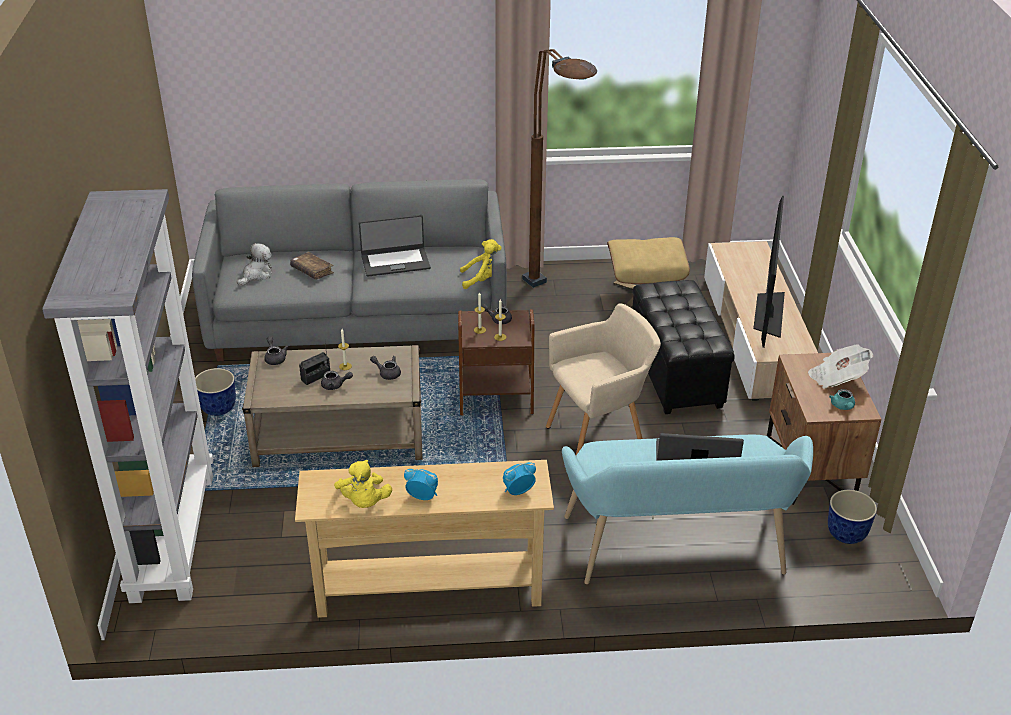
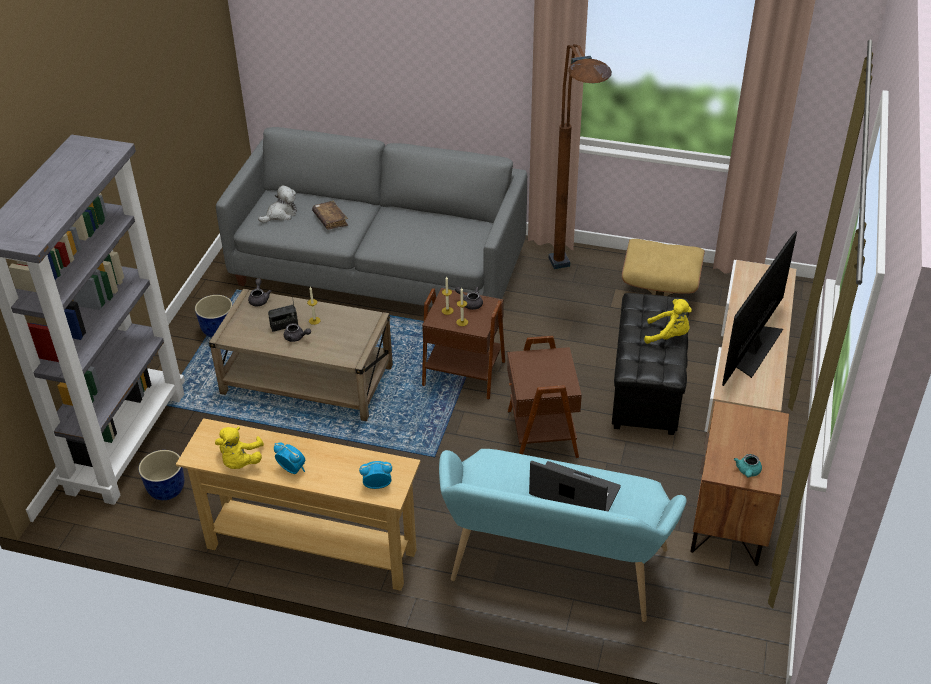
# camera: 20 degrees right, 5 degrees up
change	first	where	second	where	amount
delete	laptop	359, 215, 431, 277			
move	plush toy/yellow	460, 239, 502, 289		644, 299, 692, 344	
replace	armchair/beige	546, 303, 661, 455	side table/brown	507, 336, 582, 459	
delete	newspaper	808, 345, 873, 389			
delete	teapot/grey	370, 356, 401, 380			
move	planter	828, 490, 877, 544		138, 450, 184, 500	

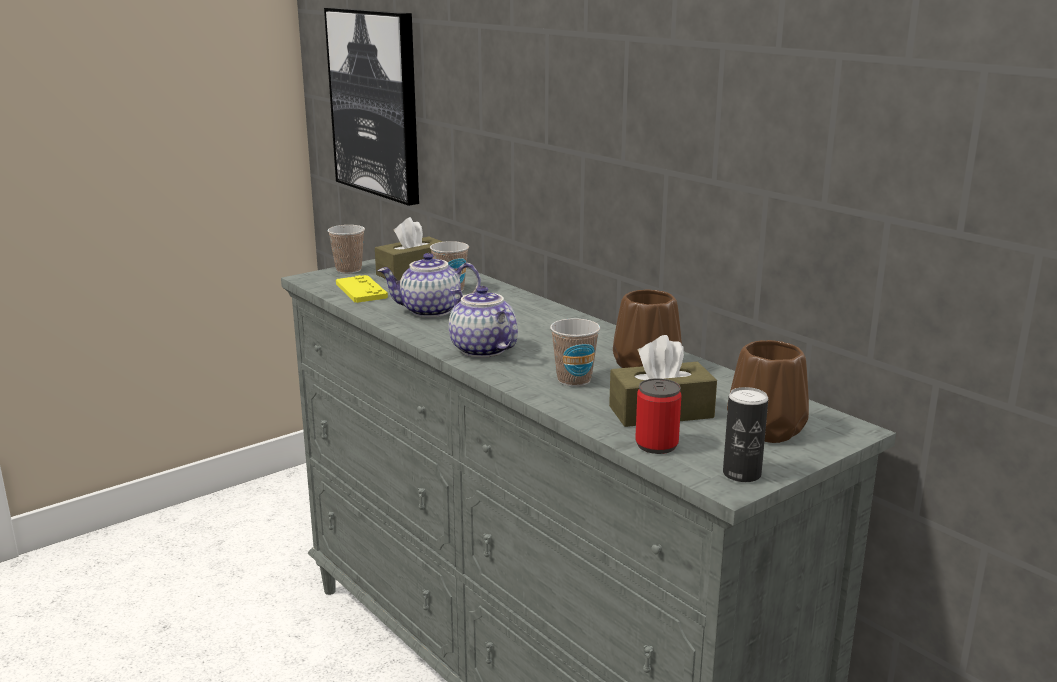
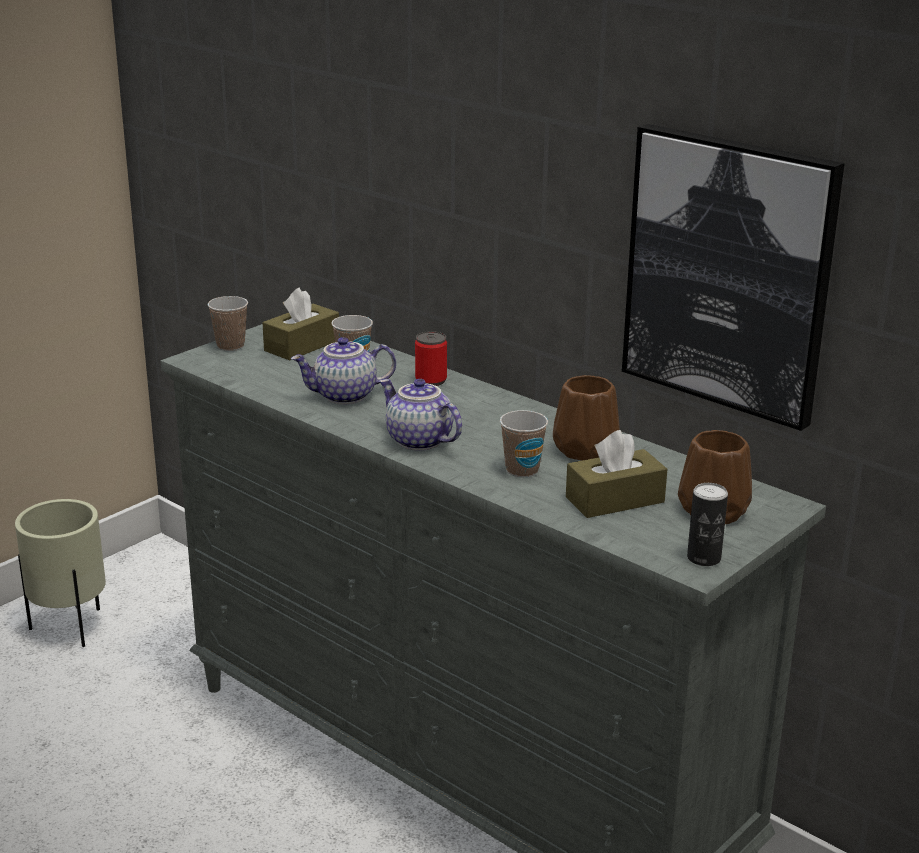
# camera: 10 degrees left, 5 degrees up
change	first	where	second	where	amount
move	picture	324, 7, 419, 206		622, 124, 845, 431	
delete	game controller/yellow	336, 275, 388, 303			
move	can	635, 378, 682, 454		415, 331, 447, 386	
insert			planter/beige	15, 499, 106, 647	

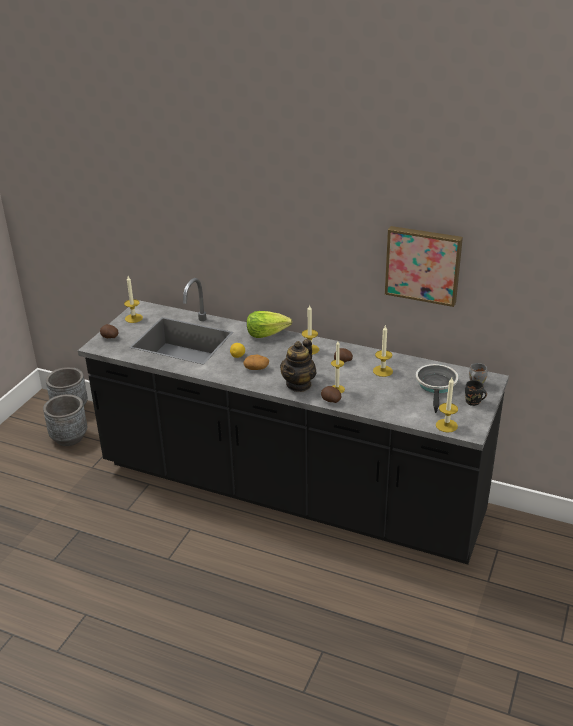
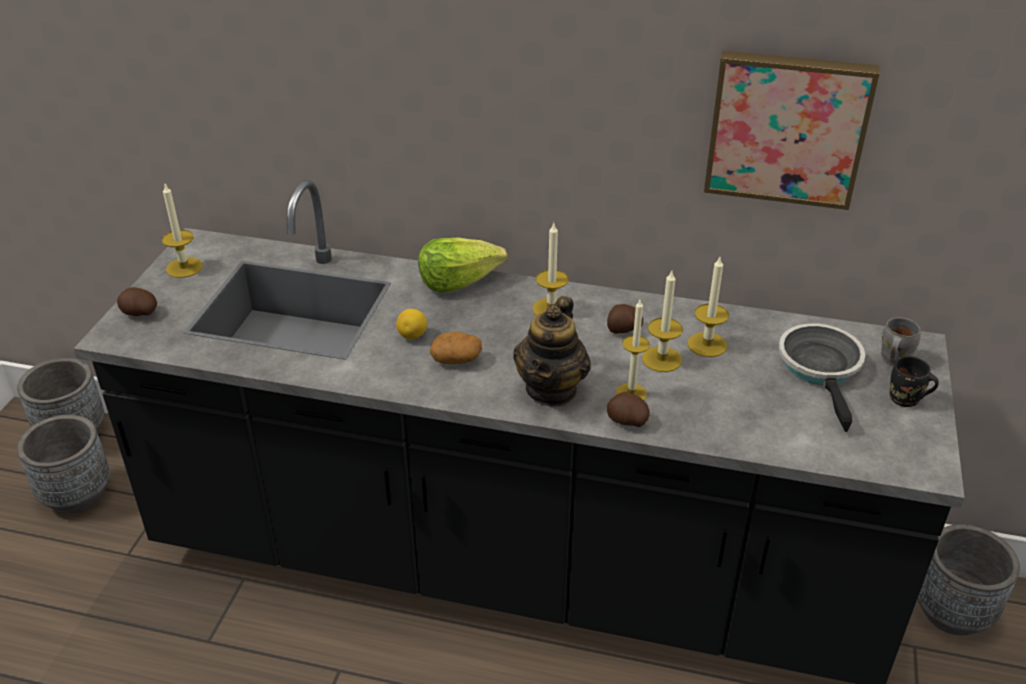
# camera: 10 degrees left, 5 degrees up
change	first	where	second	where	amount
move	candle	436, 377, 458, 433		642, 271, 683, 372	
insert			planter/grey	917, 524, 1020, 635	

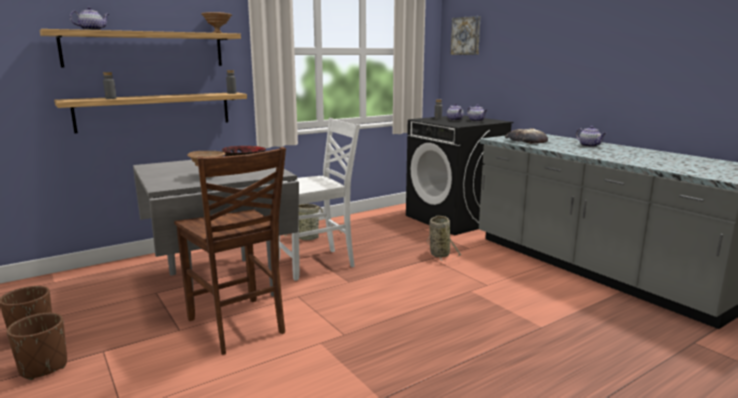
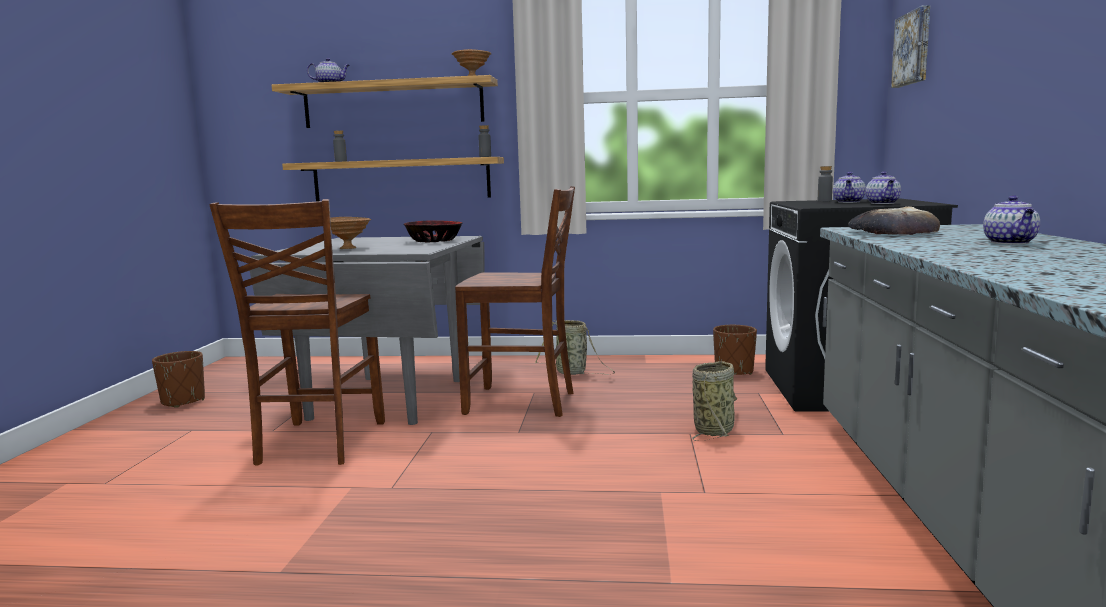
# camera: 40 degrees right, 5 degrees down
change	first	where	second	where	amount
recolor	chair/white	279, 118, 360, 281	chair/brown	455, 186, 575, 417	
move	planter/brown	7, 313, 67, 380		713, 325, 757, 375	

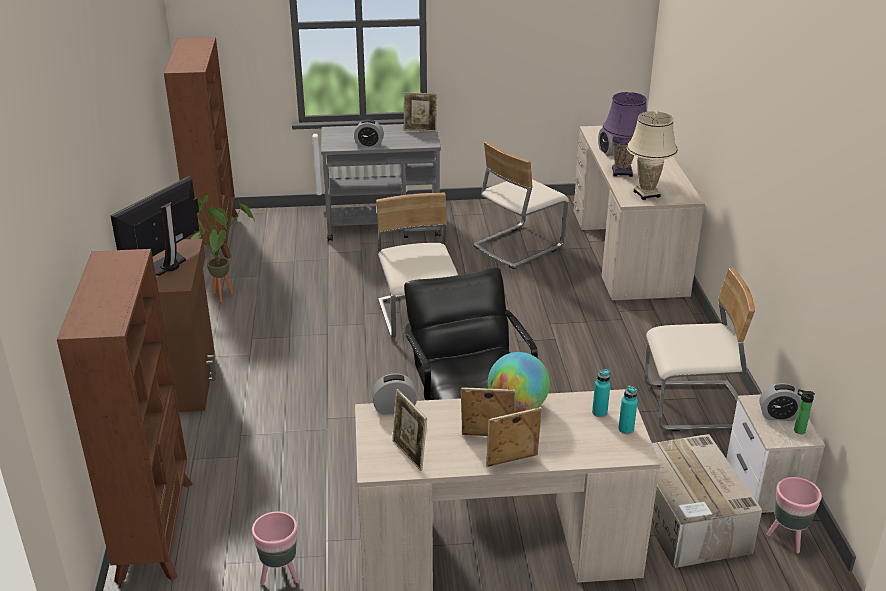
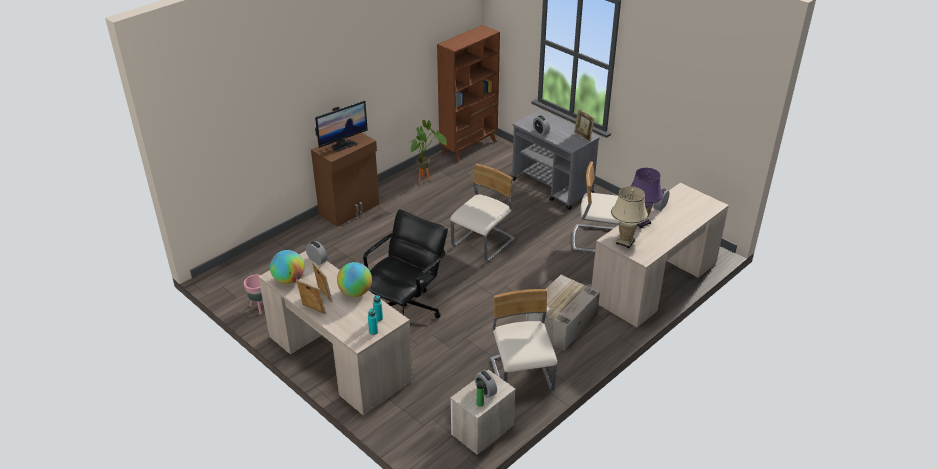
# camera: 50 degrees right, 5 degrees up
change	first	where	second	where	amount
rotate	monitor	110, 176, 199, 276		315, 101, 368, 152	150 degrees clockwise
delete	bookcase/brown	57, 249, 193, 584			
rotate	chair/beige	645, 268, 755, 431		490, 289, 557, 391	150 degrees counterclockwise
replace	picture frame	392, 389, 427, 471	globe	270, 250, 305, 284	
move	cardboard box	651, 434, 762, 568		526, 275, 600, 350	
delete	planter/pink	766, 477, 822, 553			

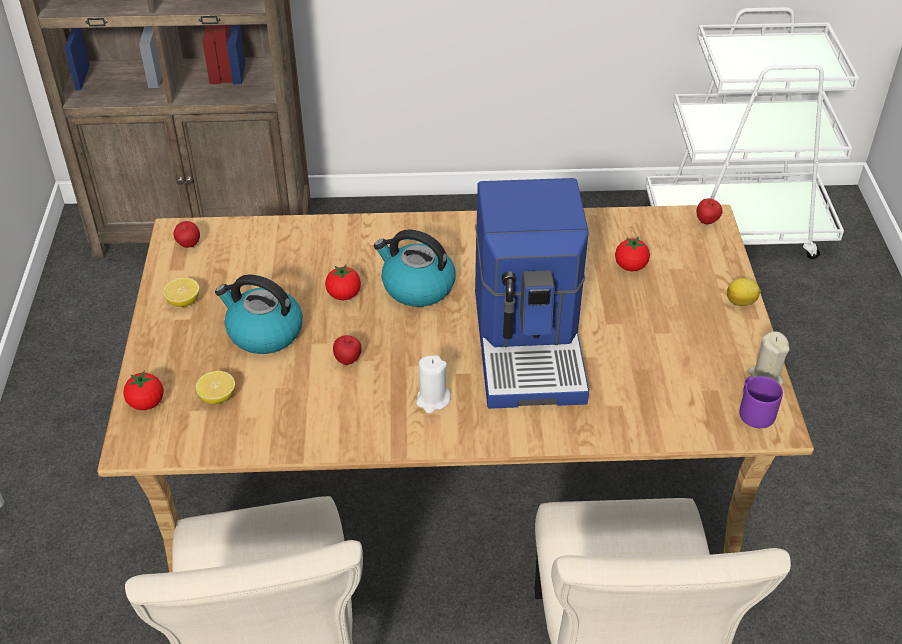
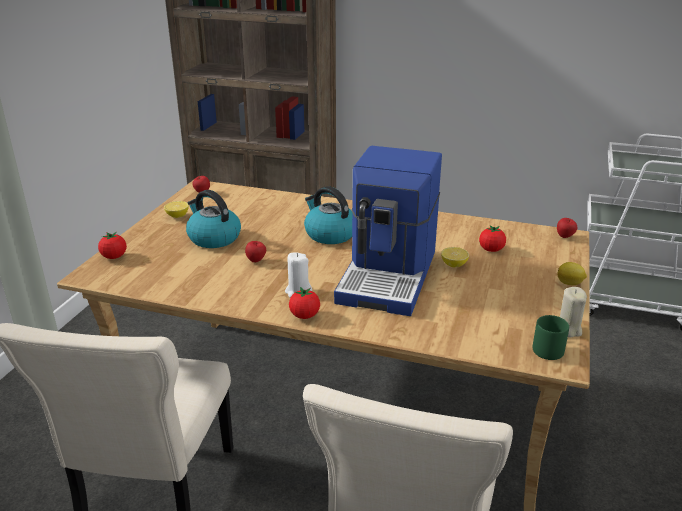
# camera: 20 degrees right, 15 degrees down
change	first	where	second	where	amount
move	tomato	325, 264, 361, 300		289, 287, 320, 319	
move	lemon	196, 371, 235, 404		441, 247, 469, 267	
recolor	mug/purple	739, 376, 783, 428	mug/green	532, 315, 569, 360	

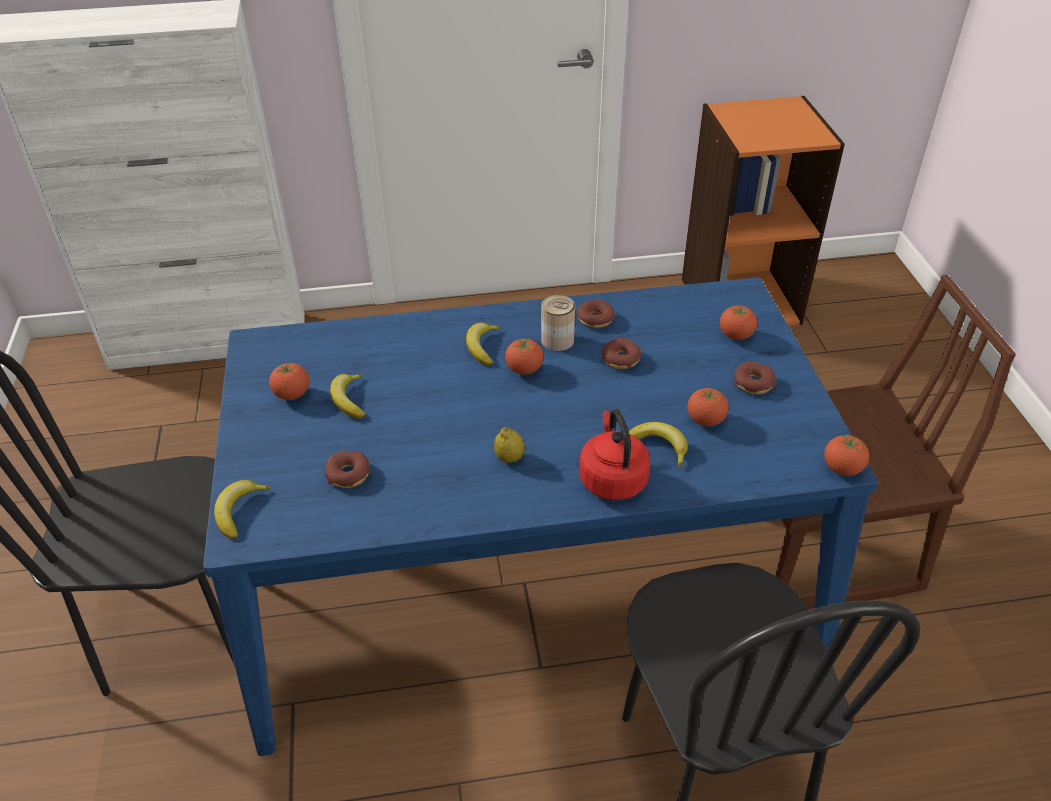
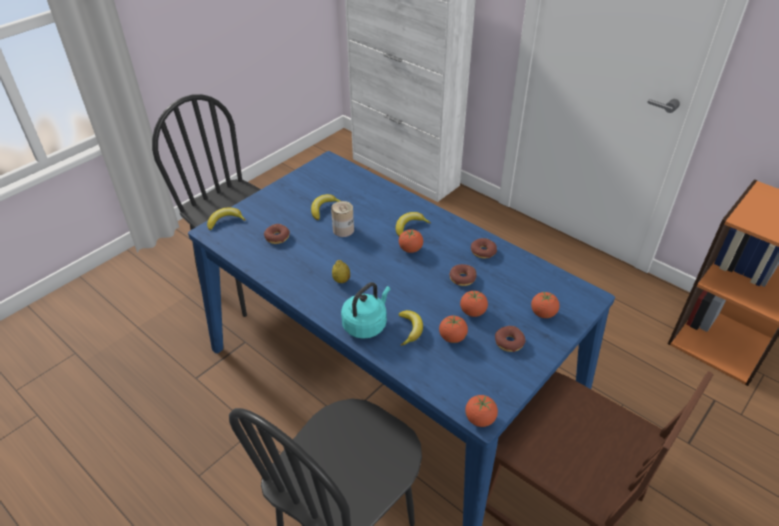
# camera: 50 degrees right, 0 degrees up
change	first	where	second	where	amount
move	can	541, 295, 575, 351		331, 201, 354, 237	
move	tomato	269, 362, 309, 400		460, 291, 488, 317	
recolor	kettle/red	579, 409, 651, 500	kettle/turquoise	341, 282, 391, 339	

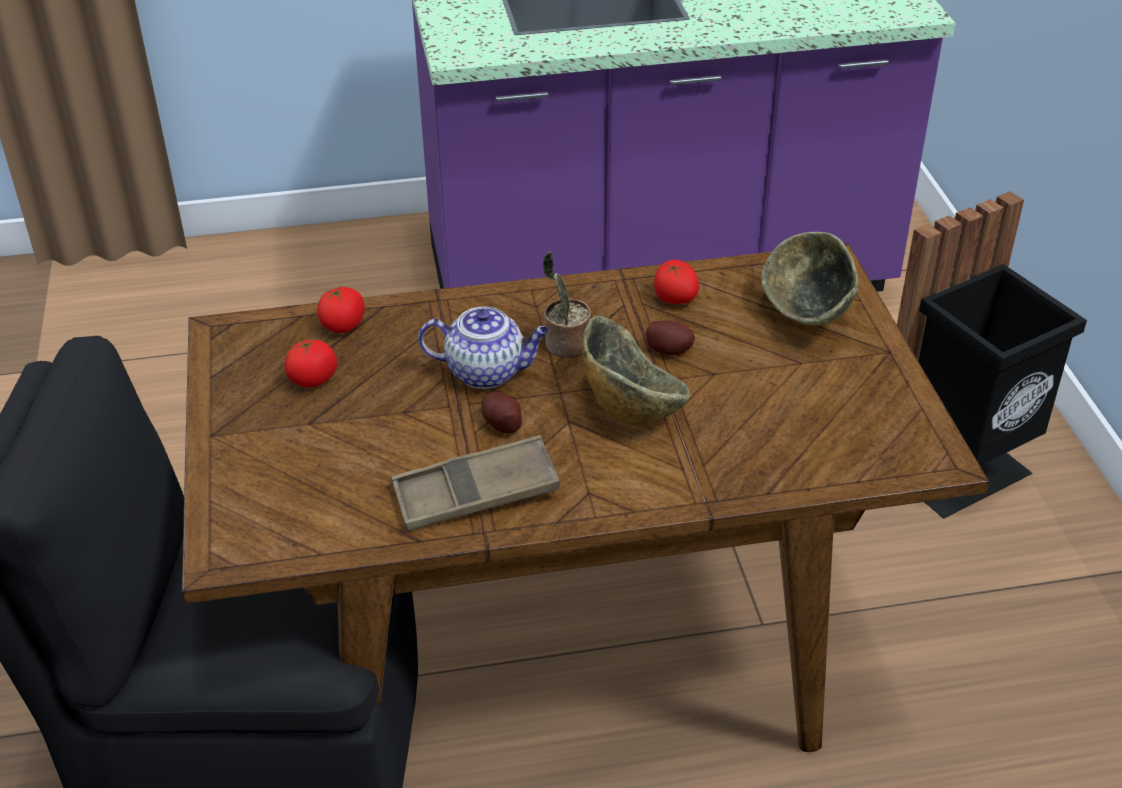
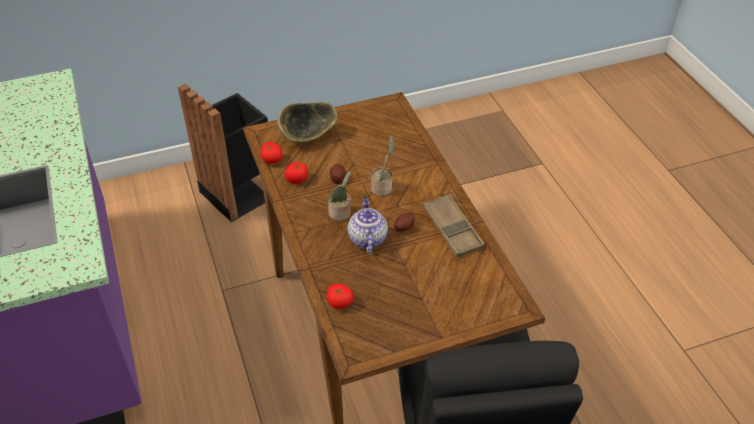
# camera: 100 degrees left, 5 degrees up
change	first	where	second	where	amount
replace	bowl	582, 316, 690, 425	potted plant	370, 135, 394, 196	
move	tomato	285, 338, 337, 387		261, 142, 283, 164	

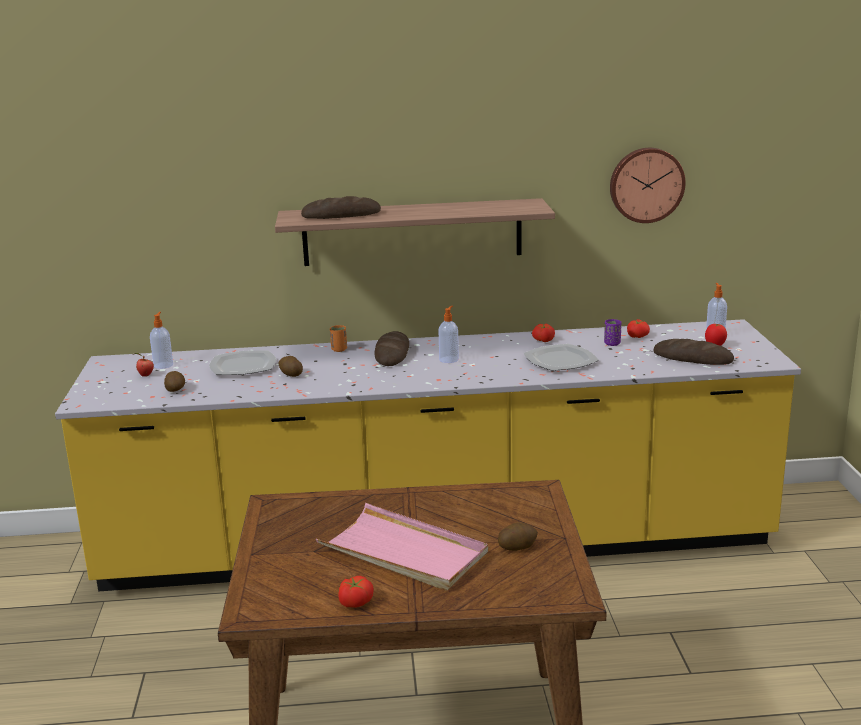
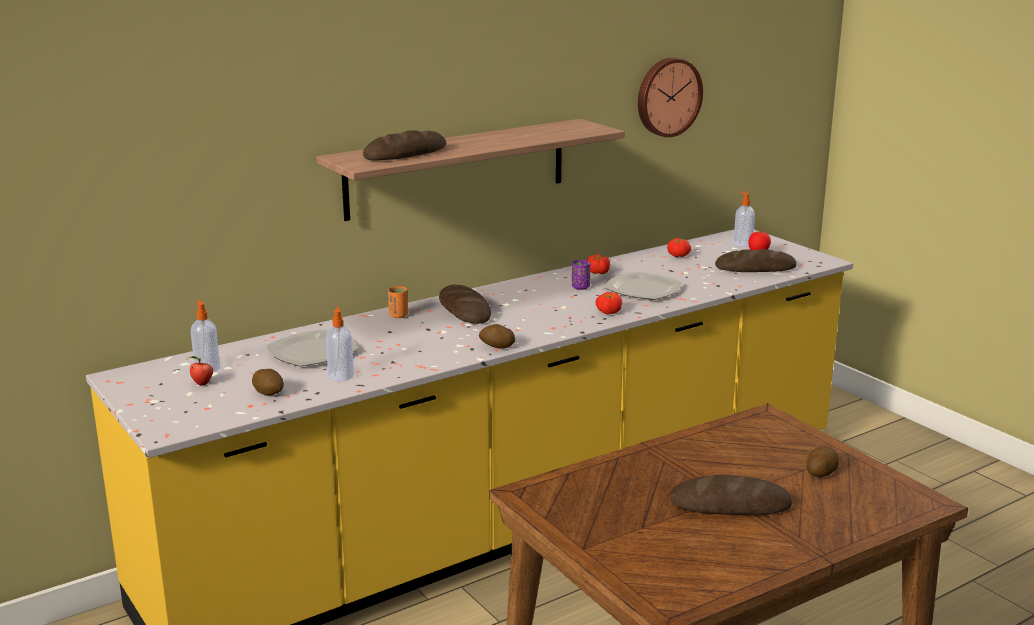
# camera: 30 degrees left, 0 degrees up
change	first	where	second	where	amount
move	soap dispenser	438, 306, 459, 363		326, 306, 354, 381	
move	cup/purple	604, 319, 621, 346		572, 260, 590, 290	
move	potato	279, 356, 303, 377		479, 324, 515, 349	
replace	tray/pink	316, 503, 488, 591	bread	670, 475, 792, 515	
move	tomato	338, 576, 374, 608		595, 292, 622, 314	

